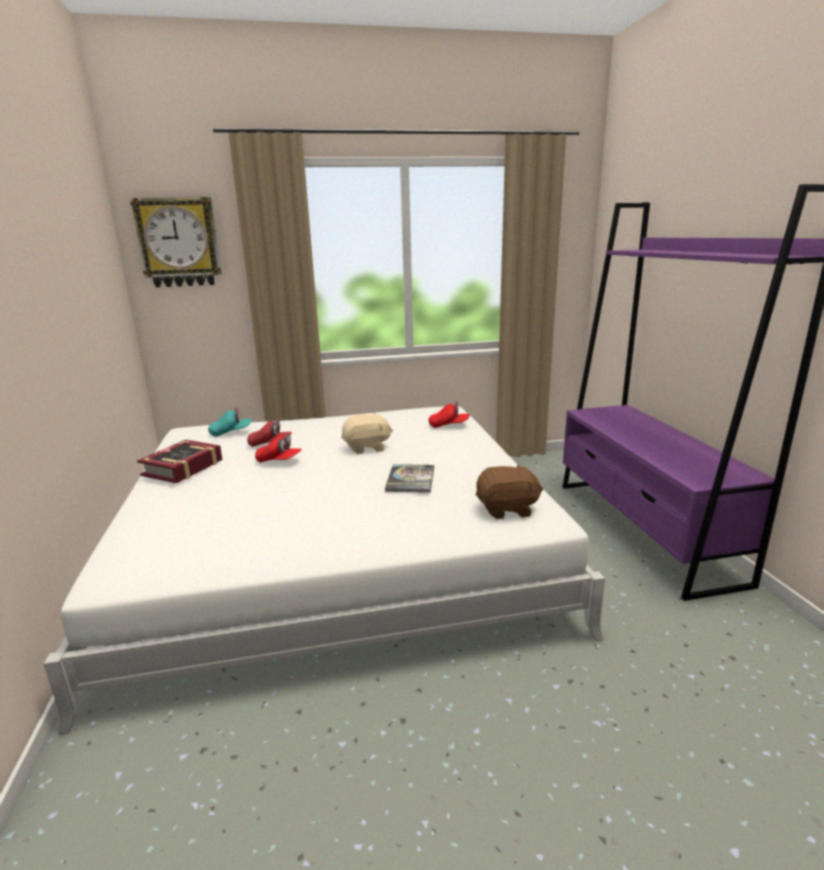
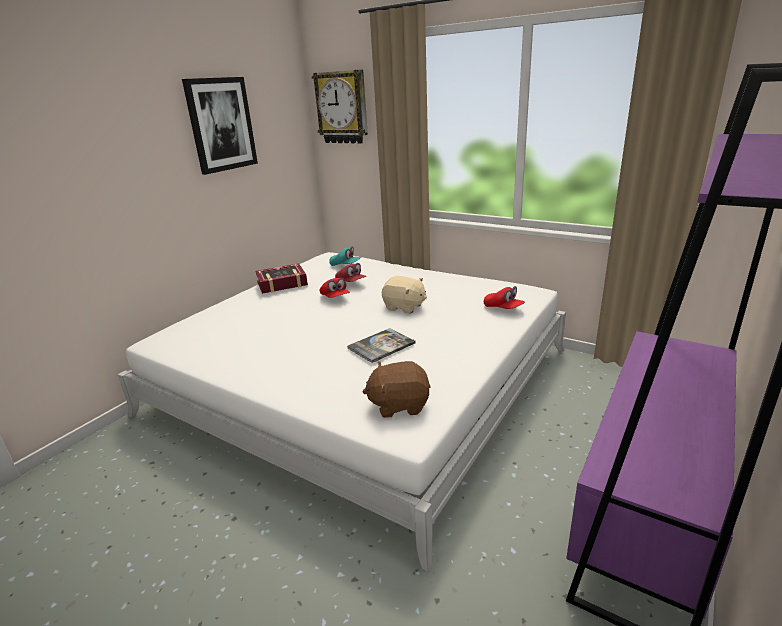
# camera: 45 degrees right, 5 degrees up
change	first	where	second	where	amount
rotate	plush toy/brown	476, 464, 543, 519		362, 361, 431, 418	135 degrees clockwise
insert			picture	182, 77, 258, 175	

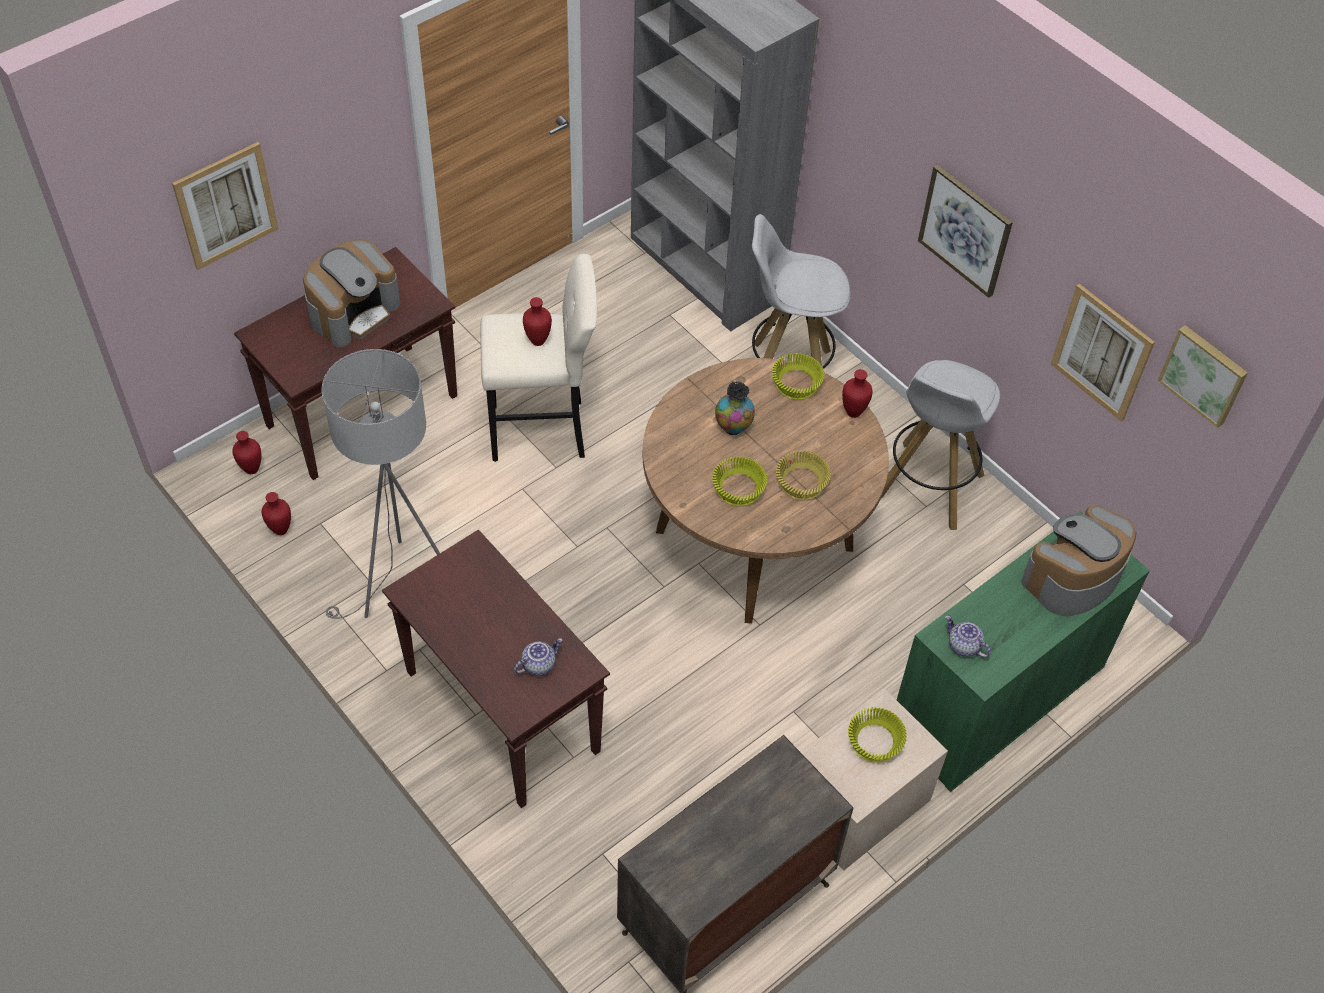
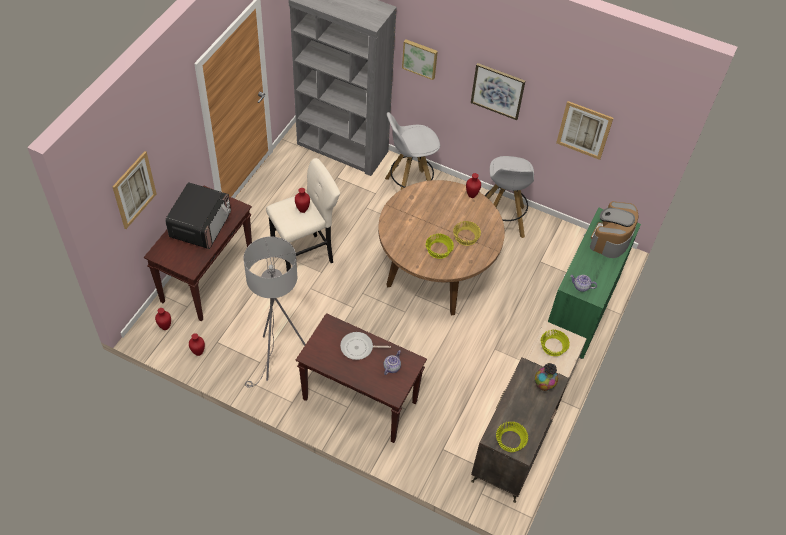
# camera: 25 degrees left, 0 degrees up
change	first	where	second	where	amount
replace	coffee machine	303, 239, 401, 347	microwave	165, 182, 231, 249	
move	picture	1158, 325, 1248, 428		402, 39, 438, 80	
move	bowl/yellow	772, 353, 824, 399		496, 421, 528, 452	
move	vase	715, 381, 755, 435		535, 363, 558, 391	
insert			frying pan	340, 332, 391, 360	

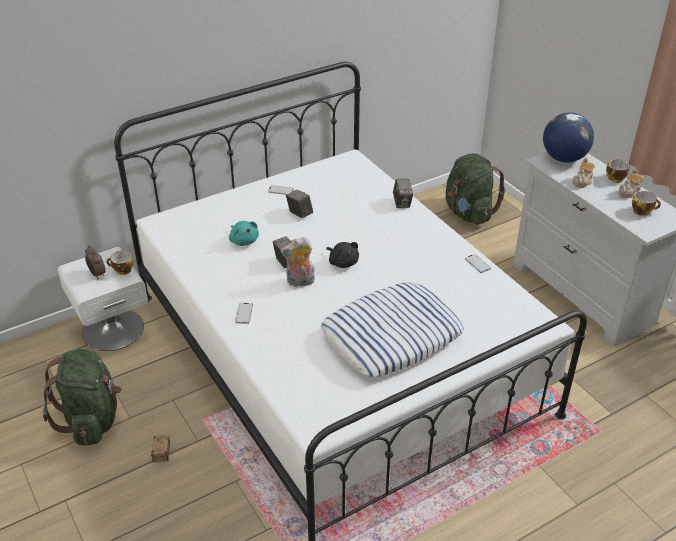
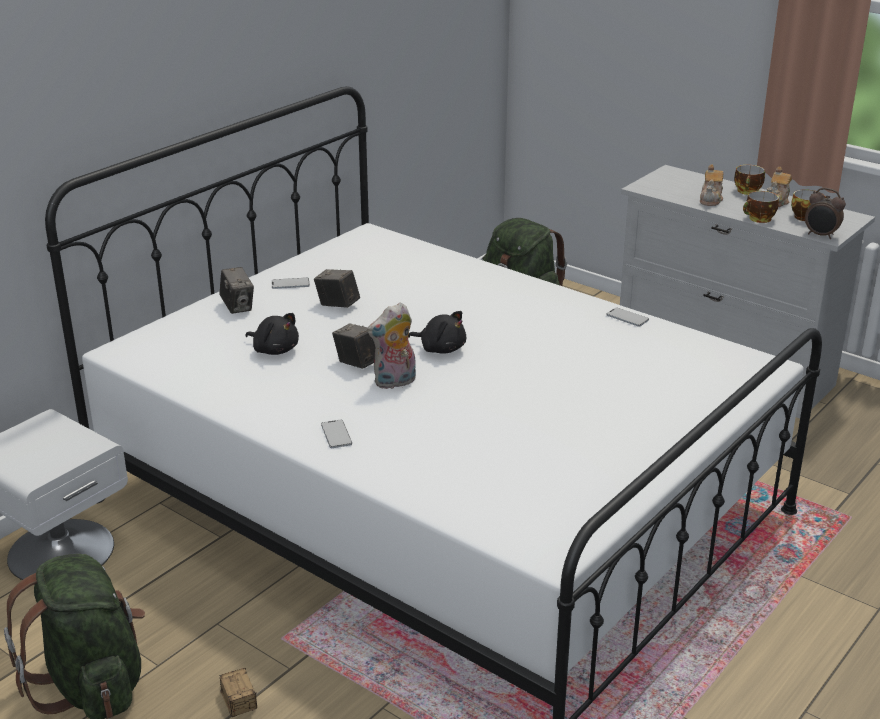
# camera: 20 degrees left, 10 degrees down
change	first	where	second	where	amount
delete	globe	543, 113, 594, 162			
move	photo camera	393, 179, 413, 208		219, 267, 254, 314	
recolor	plush toy/turquoise	229, 221, 259, 246	plush toy/black	245, 313, 299, 355	
move	alarm clock	85, 245, 106, 278		805, 188, 846, 239	
move	cup	106, 251, 133, 275		743, 191, 779, 223	
delete	pillow	321, 282, 464, 377			

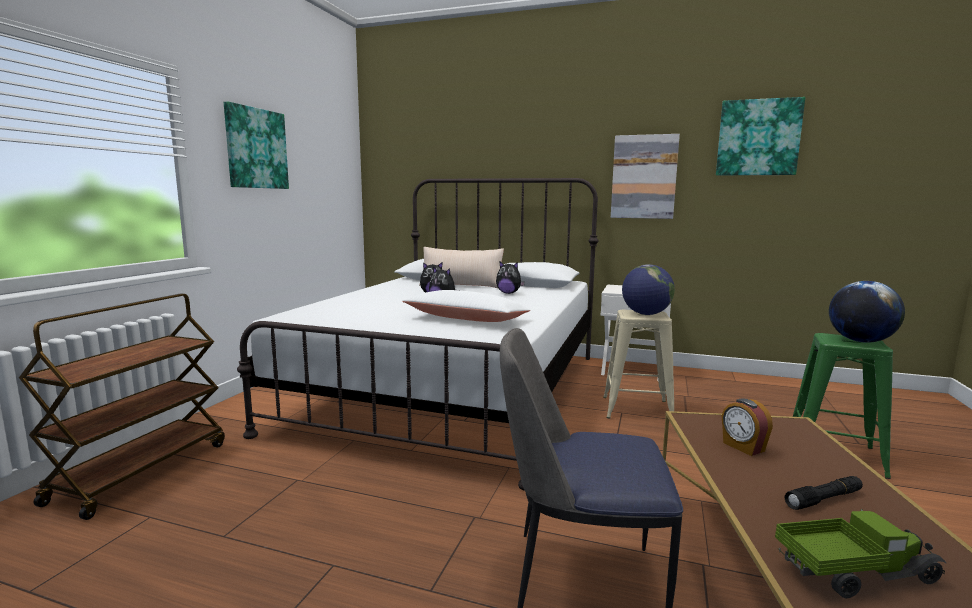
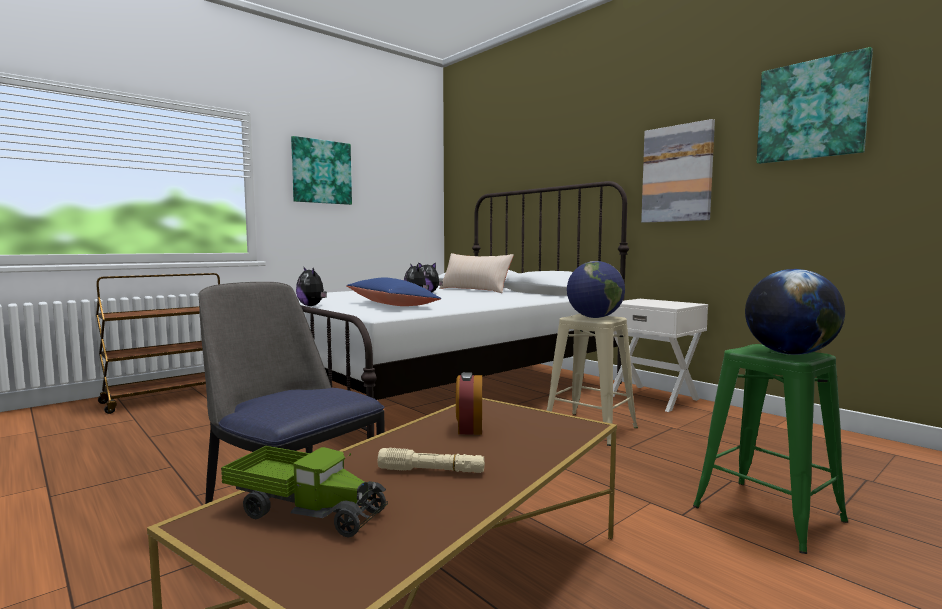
# camera: 30 degrees right, 5 degrees down
change	first	where	second	where	amount
move	plush toy	496, 262, 525, 294		296, 266, 327, 306	
recolor	pillow/white	402, 290, 530, 322	pillow/blue	346, 277, 441, 306	
recolor	flashlight/black	785, 476, 863, 510	flashlight/beige	378, 448, 485, 473	

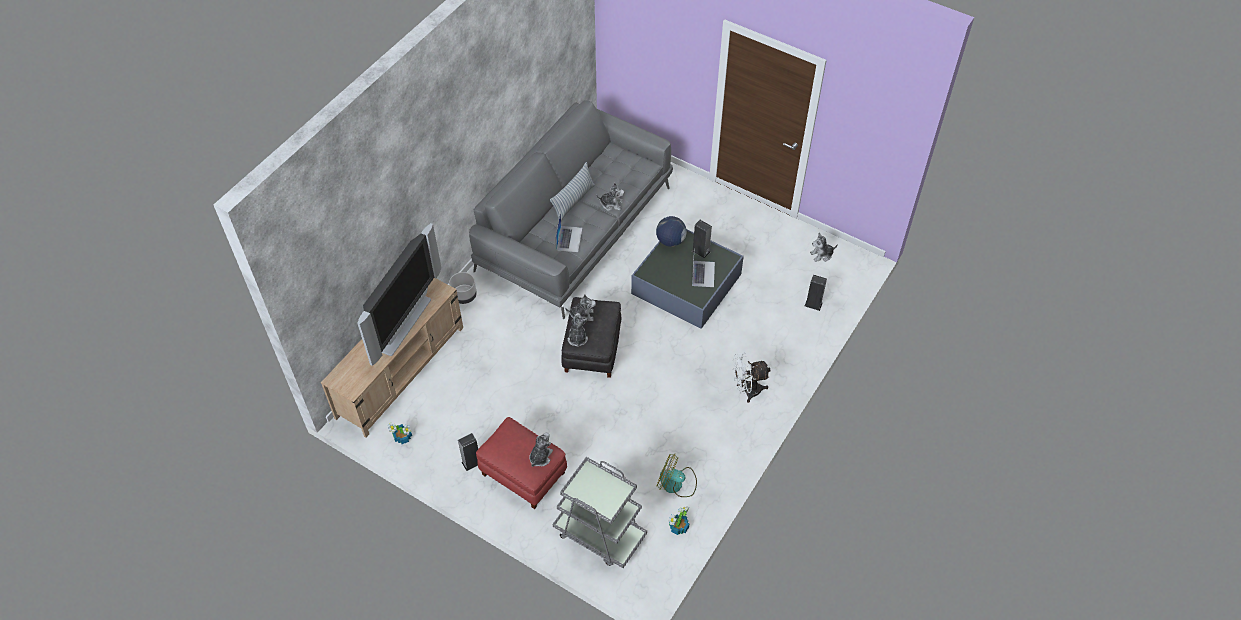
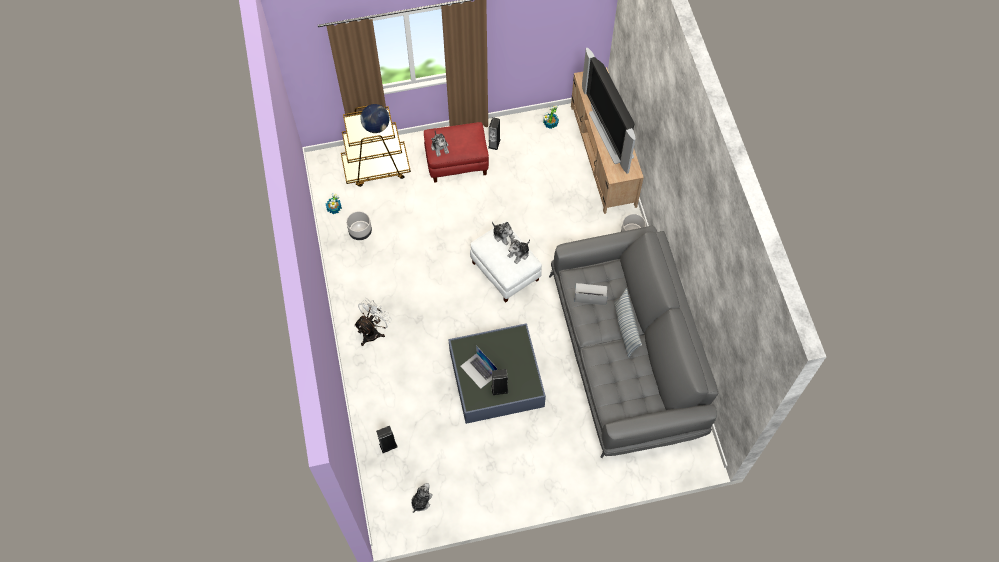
# camera: 135 degrees right, 10 degrees up
change	first	where	second	where	amount
delete	plush toy	596, 183, 624, 211			
rotate	laptop	556, 213, 582, 252		574, 283, 608, 305	135 degrees clockwise
move	globe	656, 216, 687, 247		360, 104, 390, 133	
recolor	ottoman/black	561, 297, 621, 378	ottoman/white	470, 221, 542, 303	
replace	fan	657, 454, 697, 497	planter/grey	346, 211, 372, 240	
recolor	cart/grey	553, 457, 647, 568	cart/brown	341, 106, 411, 187	

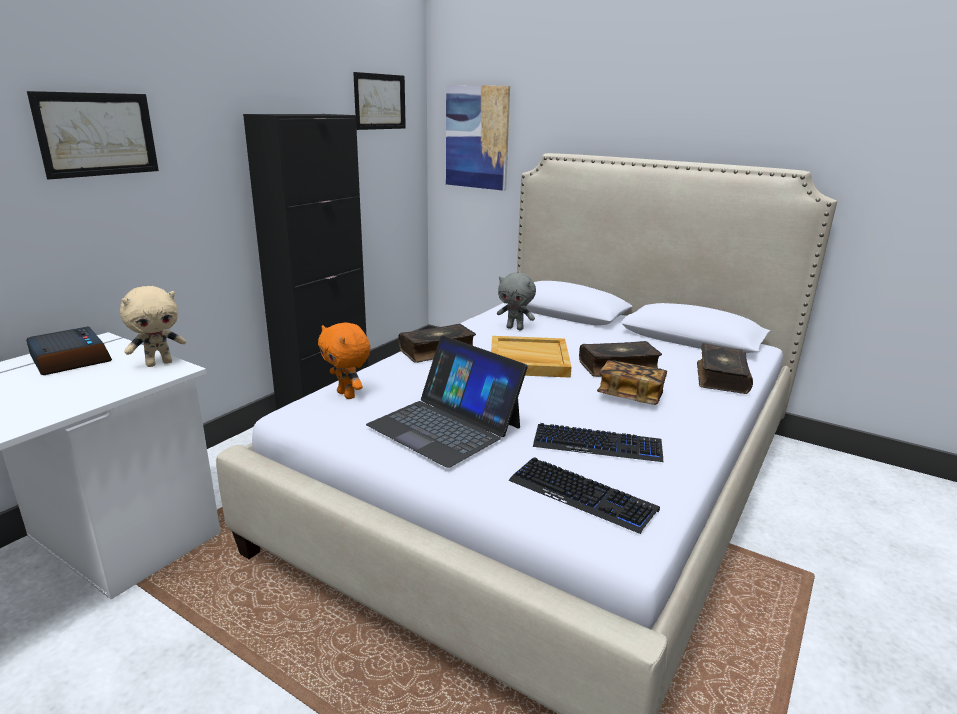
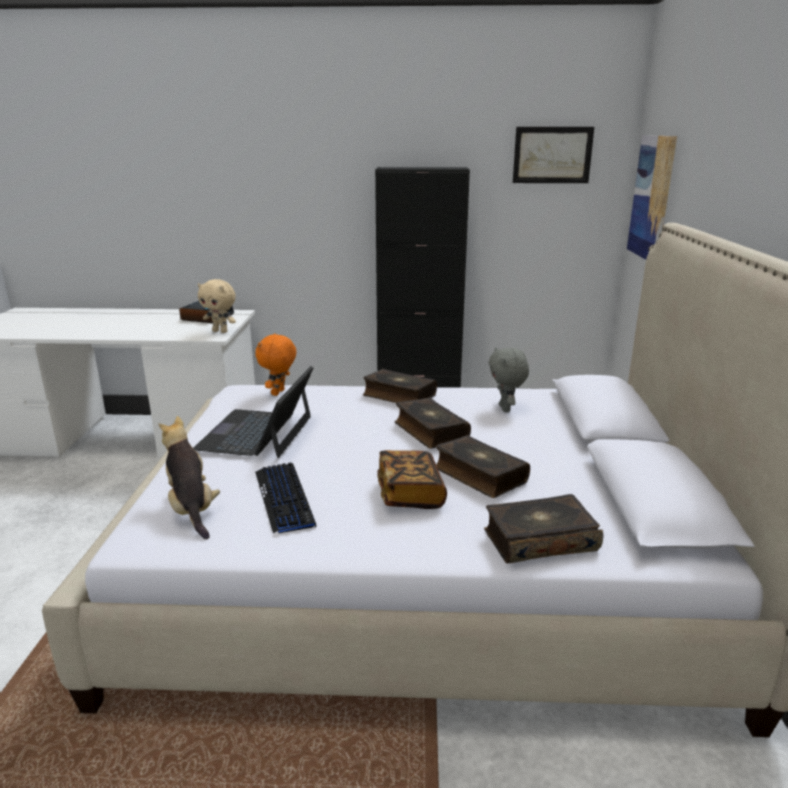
# camera: 60 degrees right, 0 degrees up
change	first	where	second	where	amount
delete	picture	27, 91, 159, 179			
replace	tray/beige	491, 336, 571, 378	book	395, 398, 471, 449	
replace	keyboard	509, 457, 660, 534	plush toy	159, 416, 220, 539	

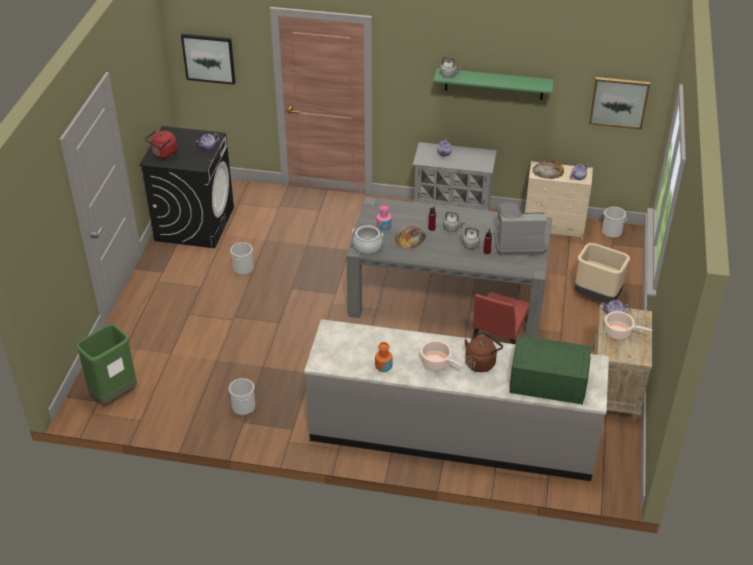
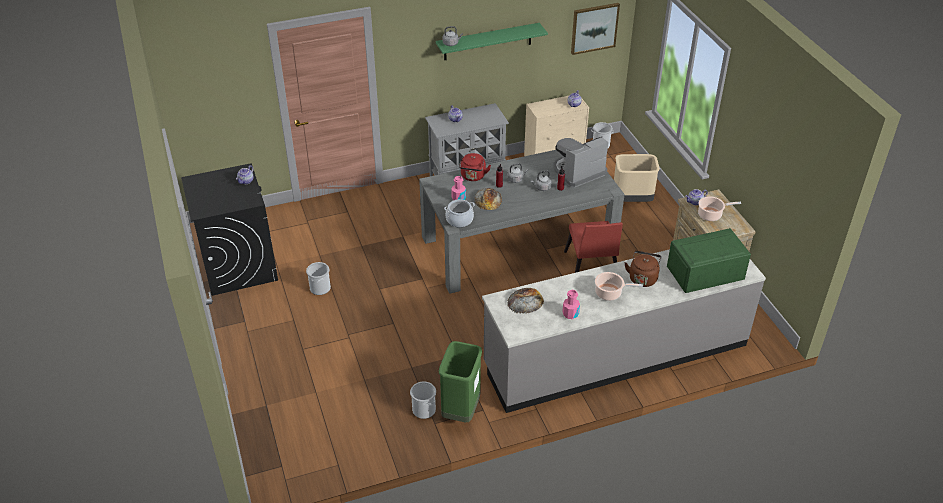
# camera: 30 degrees left, 0 degrees up
change	first	where	second	where	amount
delete	picture	181, 34, 236, 85			
move	kettle/red	145, 131, 177, 159		459, 153, 491, 181	
move	bread	532, 160, 564, 179		507, 288, 544, 314	
move	trash can/green	76, 324, 137, 404		439, 341, 482, 422	
recolor	bottle/orange	375, 342, 393, 372	bottle/pink	562, 290, 580, 319	

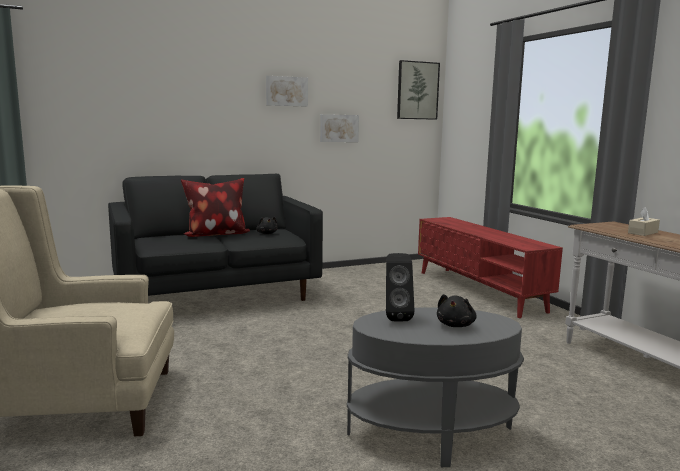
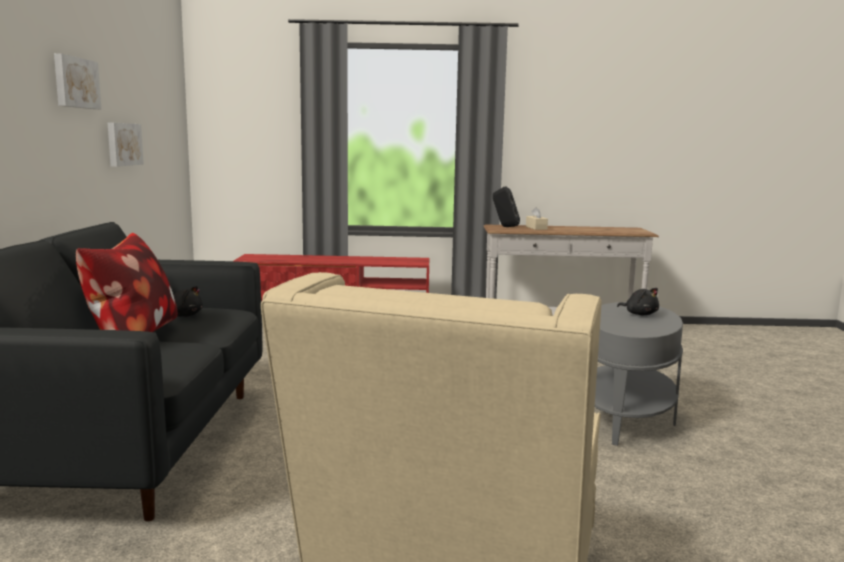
# camera: 65 degrees left, 0 degrees up
change	first	where	second	where	amount
delete	picture	397, 60, 440, 120			
move	speaker/black	386, 253, 415, 322		493, 187, 520, 227	

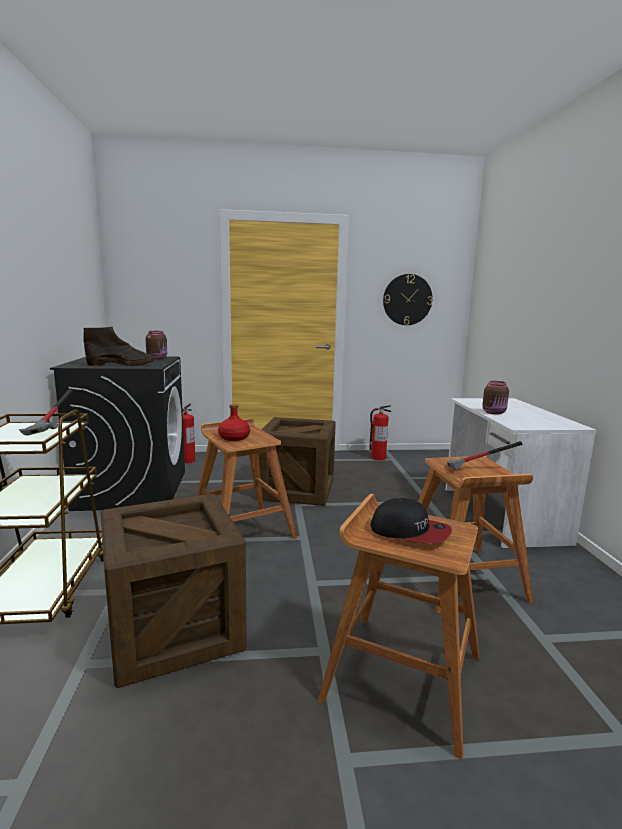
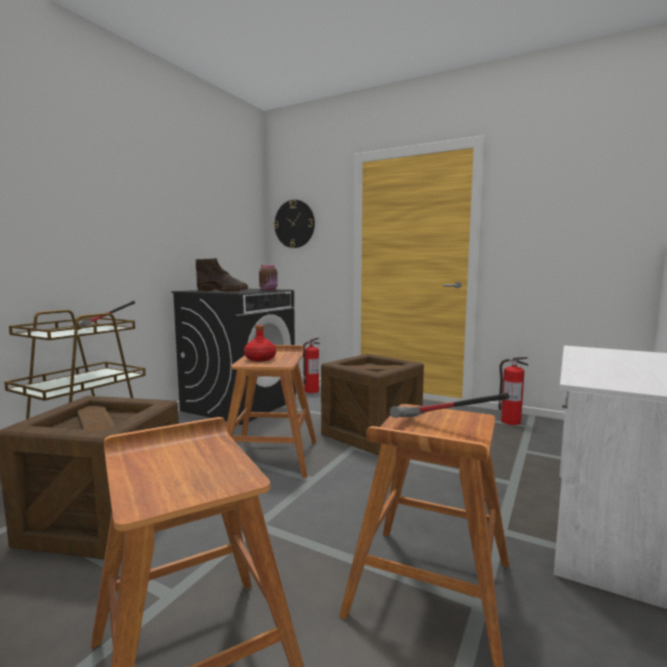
# camera: 35 degrees right, 5 degrees down
change	first	where	second	where	amount
move	wall clock	383, 274, 433, 325		274, 200, 315, 248	
delete	jar/brown	482, 381, 509, 415			
delete	cap	370, 498, 452, 544			

